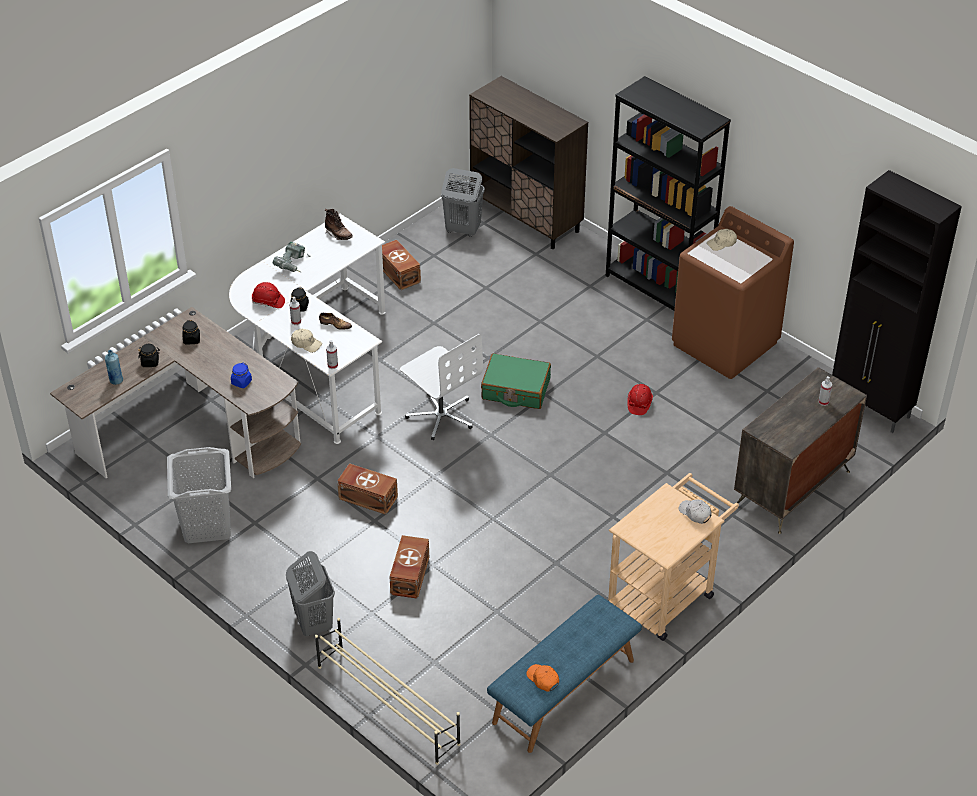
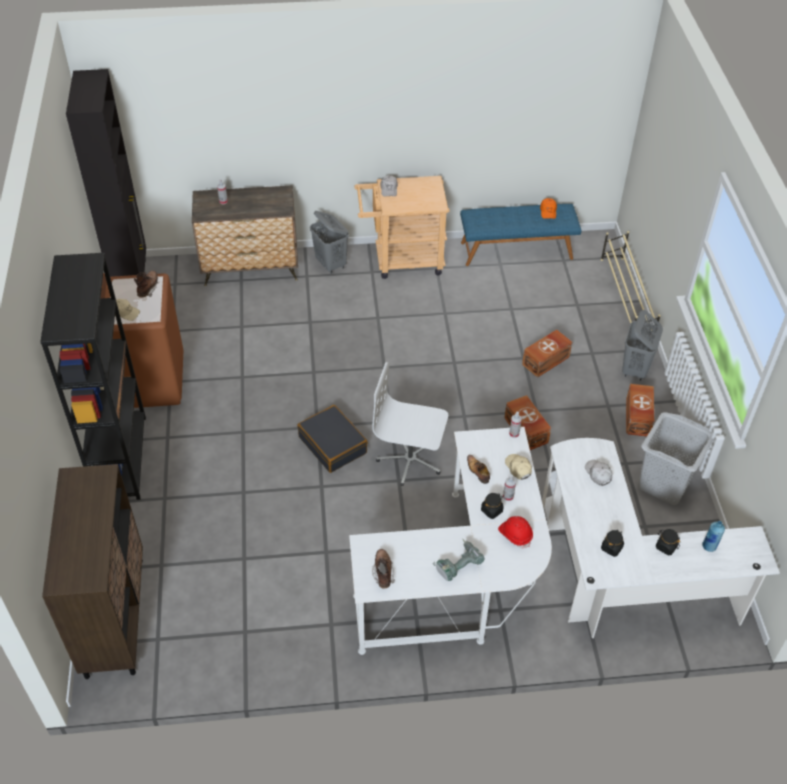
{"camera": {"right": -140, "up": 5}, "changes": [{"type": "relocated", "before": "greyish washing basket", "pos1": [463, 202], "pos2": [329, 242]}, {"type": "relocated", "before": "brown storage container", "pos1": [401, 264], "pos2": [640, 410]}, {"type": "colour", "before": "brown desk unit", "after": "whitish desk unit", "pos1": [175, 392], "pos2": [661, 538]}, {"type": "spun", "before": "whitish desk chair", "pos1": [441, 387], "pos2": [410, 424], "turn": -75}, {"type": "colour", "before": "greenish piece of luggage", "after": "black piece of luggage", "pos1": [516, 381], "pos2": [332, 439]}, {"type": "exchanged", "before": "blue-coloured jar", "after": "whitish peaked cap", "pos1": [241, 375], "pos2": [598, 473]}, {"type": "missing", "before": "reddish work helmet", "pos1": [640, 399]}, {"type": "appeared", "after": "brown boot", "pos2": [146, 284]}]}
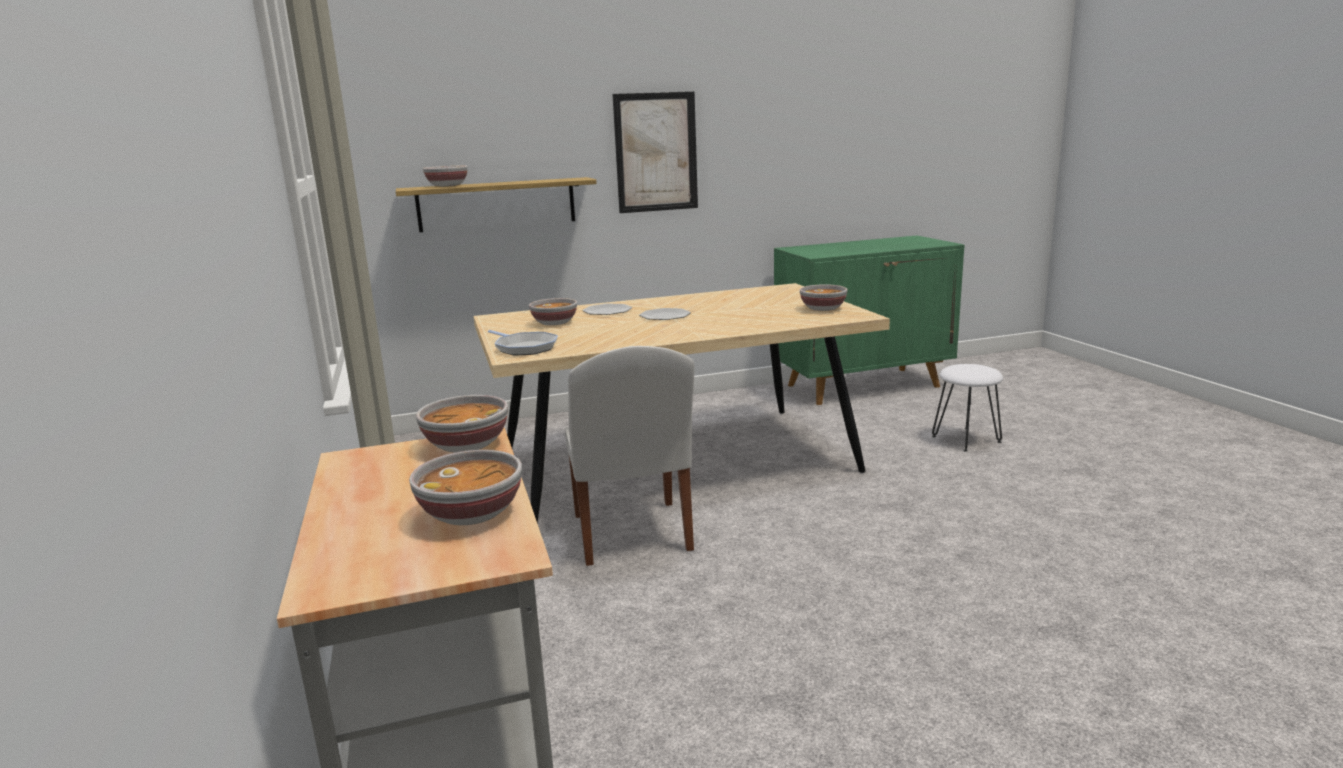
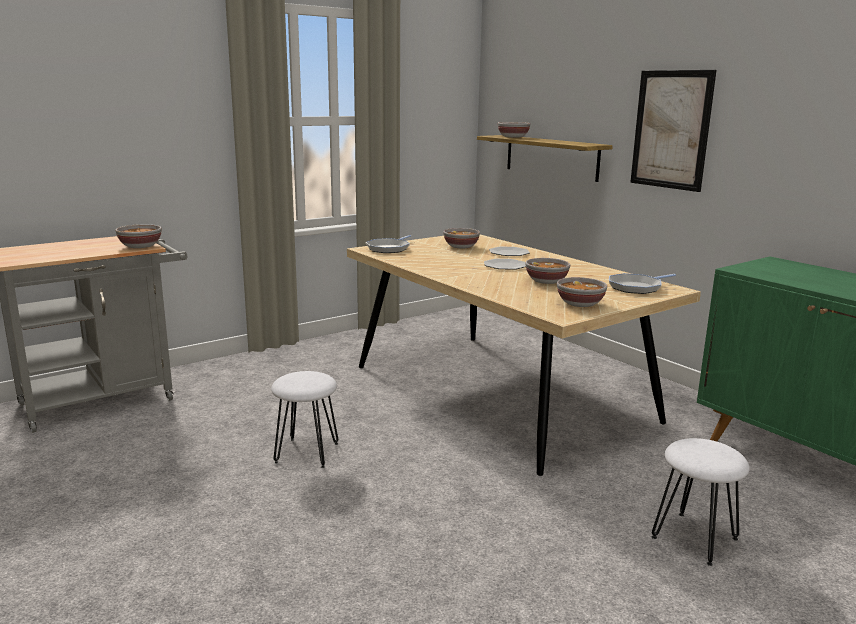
{"camera": {"right": 70, "up": 0}, "changes": [{"type": "missing", "before": "whitish upright chair", "pos1": [630, 456]}, {"type": "relocated", "before": "bowl", "pos1": [465, 487], "pos2": [547, 271]}, {"type": "appeared", "after": "skillet", "pos2": [642, 283]}, {"type": "appeared", "after": "whitish stool seat", "pos2": [304, 419]}]}
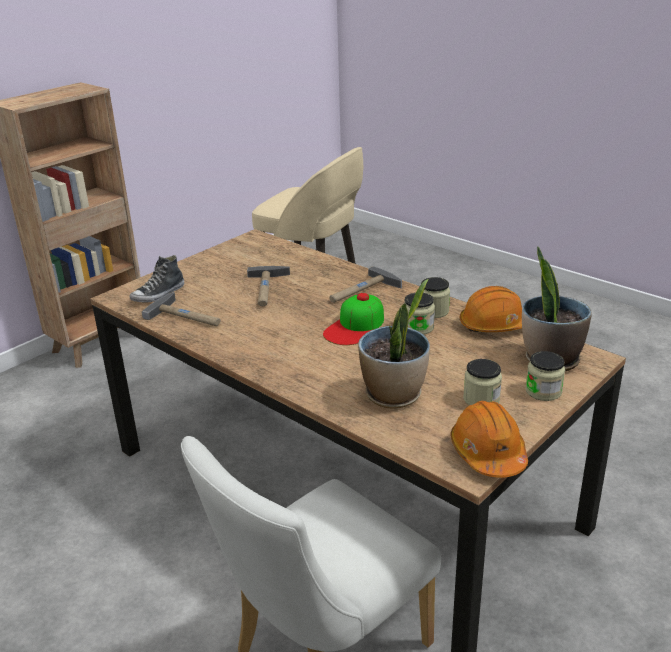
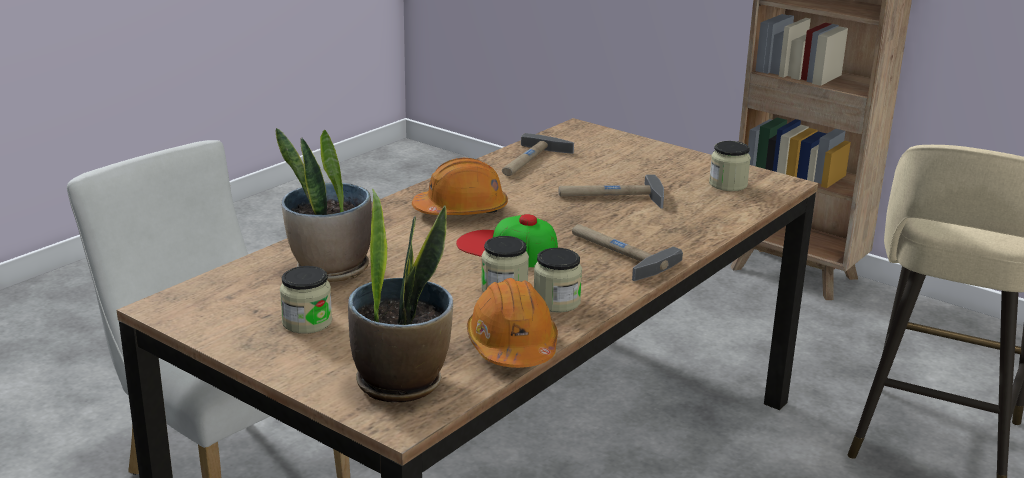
{"camera": {"right": 85, "up": -5}, "changes": [{"type": "missing", "before": "shoe", "pos1": [156, 278]}, {"type": "relocated", "before": "jar", "pos1": [545, 376], "pos2": [730, 166]}, {"type": "relocated", "before": "orangey work helmet", "pos1": [489, 439], "pos2": [460, 186]}]}
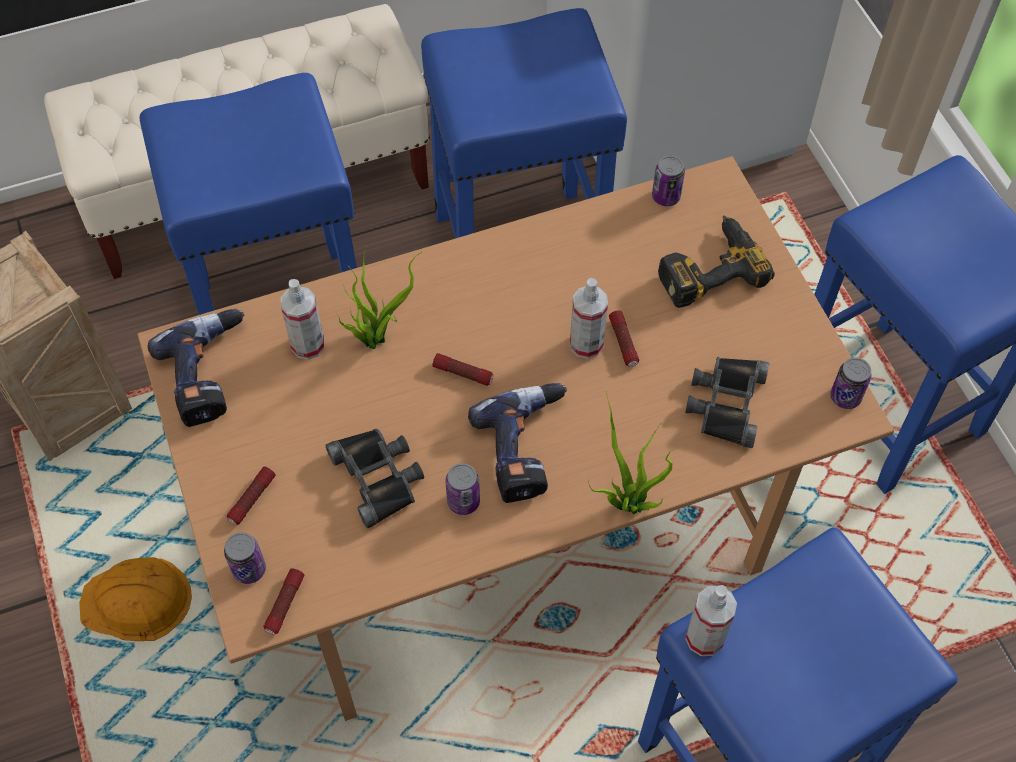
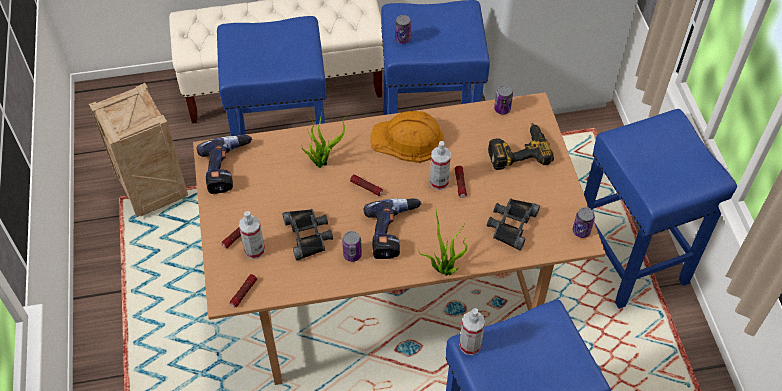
{"camera": {"right": 10, "up": -5}, "changes": [{"type": "relocated", "before": "sprayer", "pos1": [303, 319], "pos2": [252, 235]}, {"type": "relocated", "before": "sealed can", "pos1": [245, 558], "pos2": [403, 29]}, {"type": "relocated", "before": "orangey work helmet", "pos1": [135, 599], "pos2": [407, 137]}]}
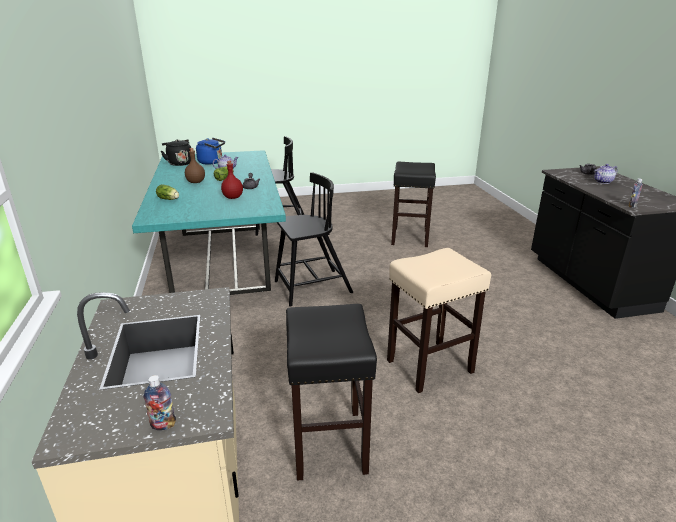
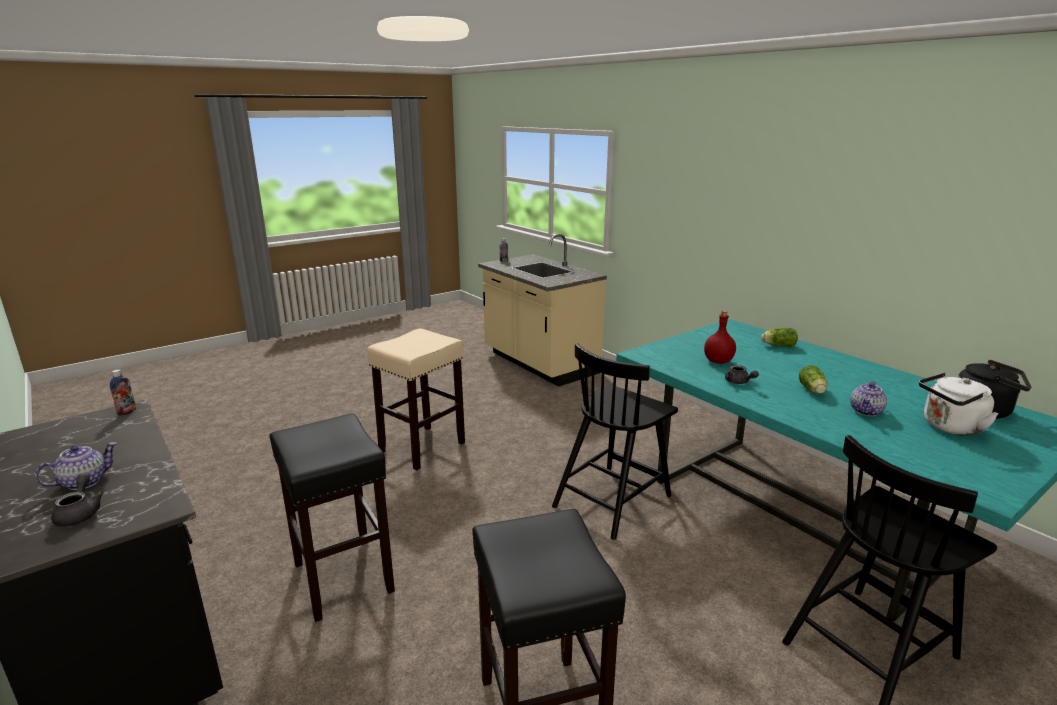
{"camera": {"right": 155, "up": -5}, "changes": [{"type": "colour", "before": "blue-coloured water kettle", "after": "whitish water kettle", "pos1": [210, 151], "pos2": [959, 404]}, {"type": "missing", "before": "brown bottle", "pos1": [195, 165]}, {"type": "relocated", "before": "black stool seat", "pos1": [331, 392], "pos2": [332, 518]}]}
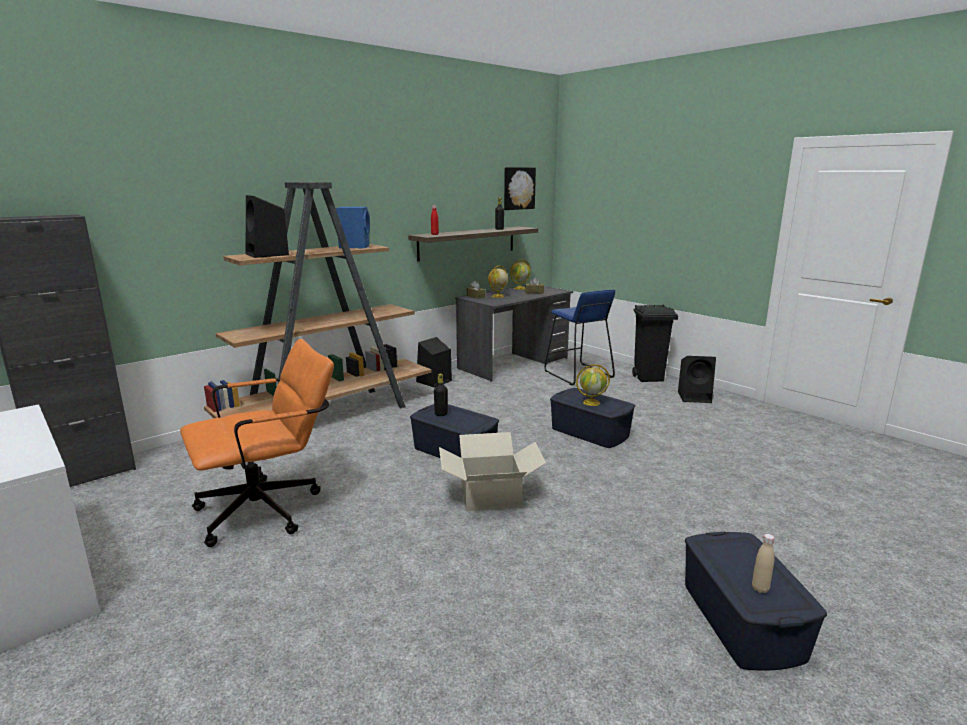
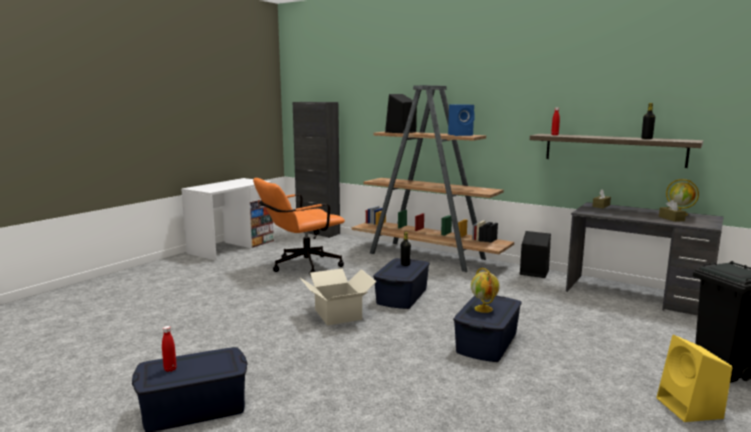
{"camera": {"right": 75, "up": -5}, "changes": [{"type": "missing", "before": "wall picture", "pos1": [520, 188]}, {"type": "missing", "before": "world globe", "pos1": [498, 282]}, {"type": "missing", "before": "blue-coloured stool seat", "pos1": [579, 337]}, {"type": "spun", "before": "orangey desk chair", "pos1": [257, 443], "pos2": [299, 227], "turn": 105}, {"type": "colour", "before": "black speaker", "after": "yellow speaker", "pos1": [697, 379], "pos2": [694, 378]}, {"type": "colour", "before": "beige-coloured bottle", "after": "reddish bottle", "pos1": [763, 563], "pos2": [169, 349]}]}
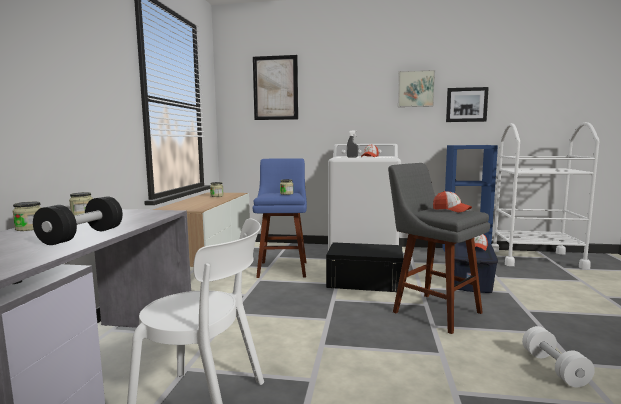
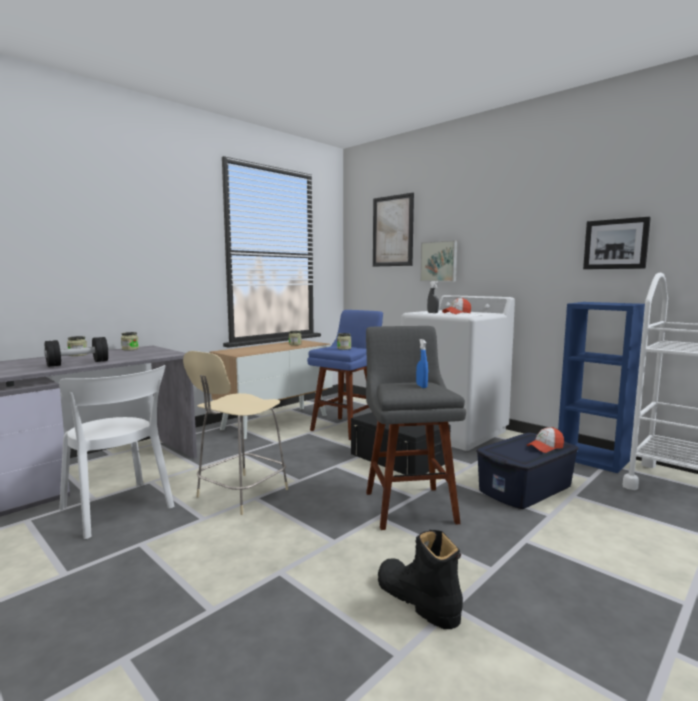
{"camera": {"right": 35, "up": 0}, "changes": [{"type": "relocated", "before": "wall picture", "pos1": [416, 88], "pos2": [438, 261]}, {"type": "exchanged", "before": "peaked cap", "after": "blue-coloured sprayer", "pos1": [452, 202], "pos2": [422, 363]}, {"type": "exchanged", "before": "whitish dumbbell", "after": "black boot", "pos1": [558, 356], "pos2": [420, 579]}, {"type": "appeared", "after": "beige-coloured stool seat", "pos2": [235, 433]}]}
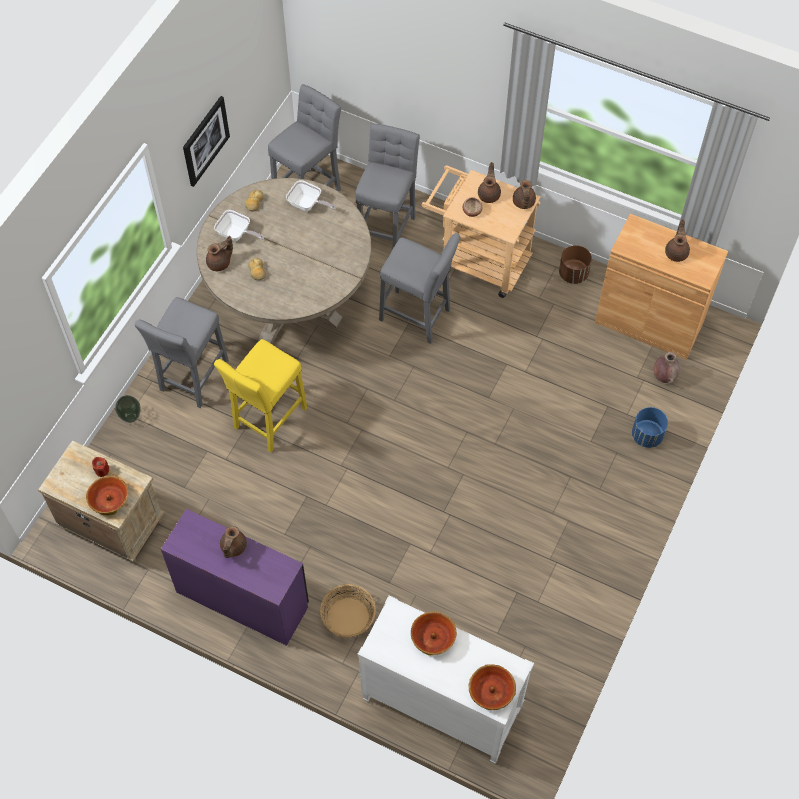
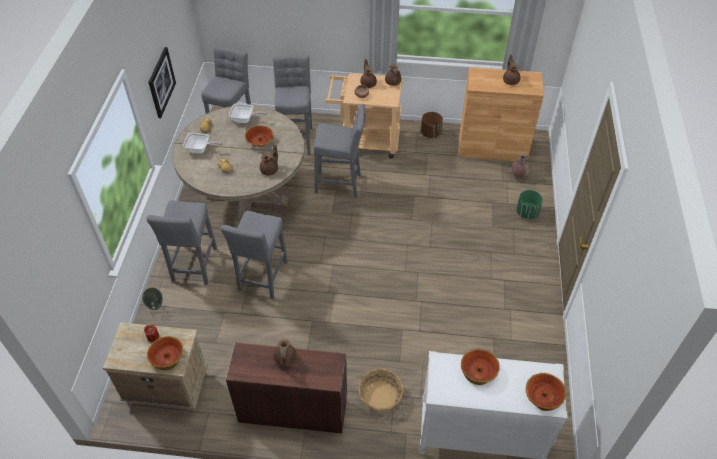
{"camera": {"right": -20, "up": -10}, "changes": [{"type": "relocated", "before": "brown teapot", "pos1": [219, 253], "pos2": [269, 160]}, {"type": "colour", "before": "yellow stool seat", "after": "greyish stool seat", "pos1": [260, 395], "pos2": [254, 254]}, {"type": "colour", "before": "blue-coloured plant pot", "after": "greenish plant pot", "pos1": [650, 427], "pos2": [529, 204]}, {"type": "colour", "before": "purplish desk unit", "after": "brown desk unit", "pos1": [235, 577], "pos2": [286, 388]}, {"type": "appeared", "after": "bowl", "pos2": [259, 136]}]}
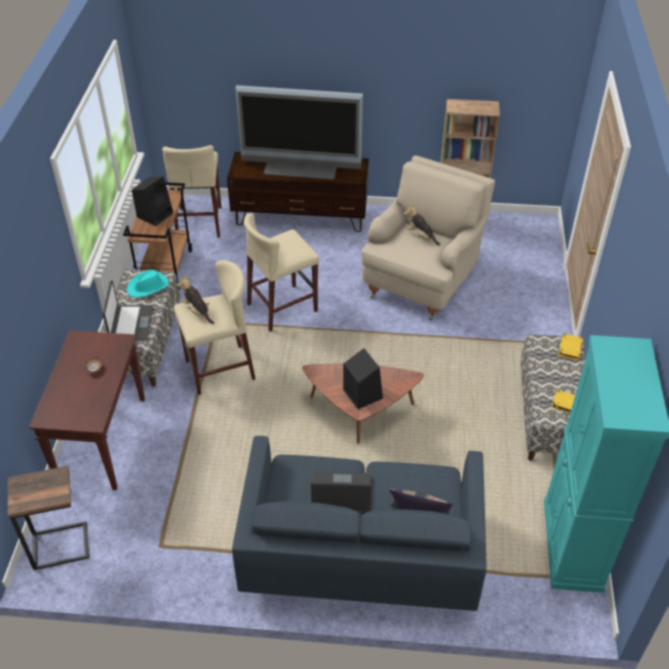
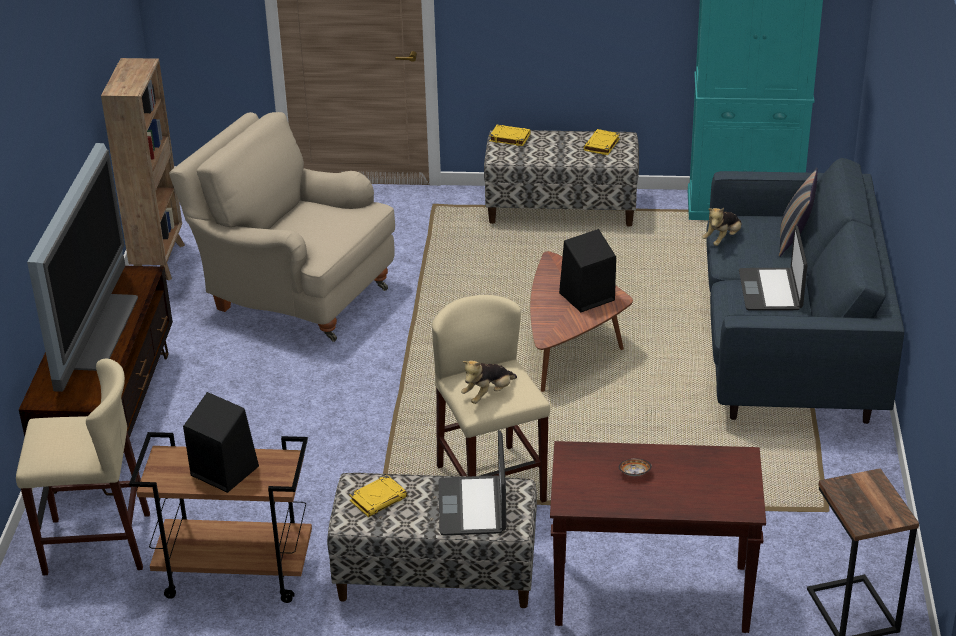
{"camera": {"right": -90, "up": -10}, "changes": [{"type": "relocated", "before": "soft toy", "pos1": [422, 225], "pos2": [722, 227]}, {"type": "missing", "before": "beige-coloured stool seat", "pos1": [282, 272]}, {"type": "exchanged", "before": "turquoise clothing hat", "after": "yellow volume", "pos1": [147, 284], "pos2": [378, 496]}, {"type": "spun", "before": "laptop", "pos1": [128, 310], "pos2": [473, 483], "turn": -90}]}
